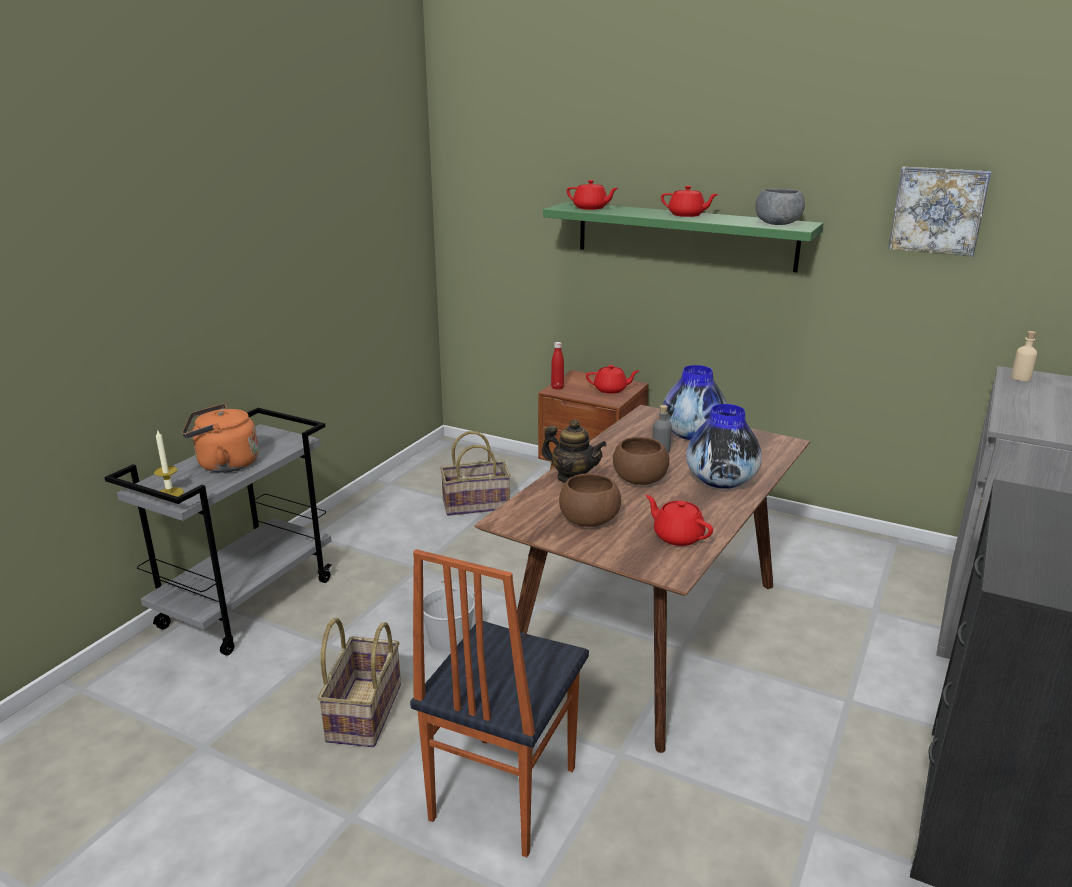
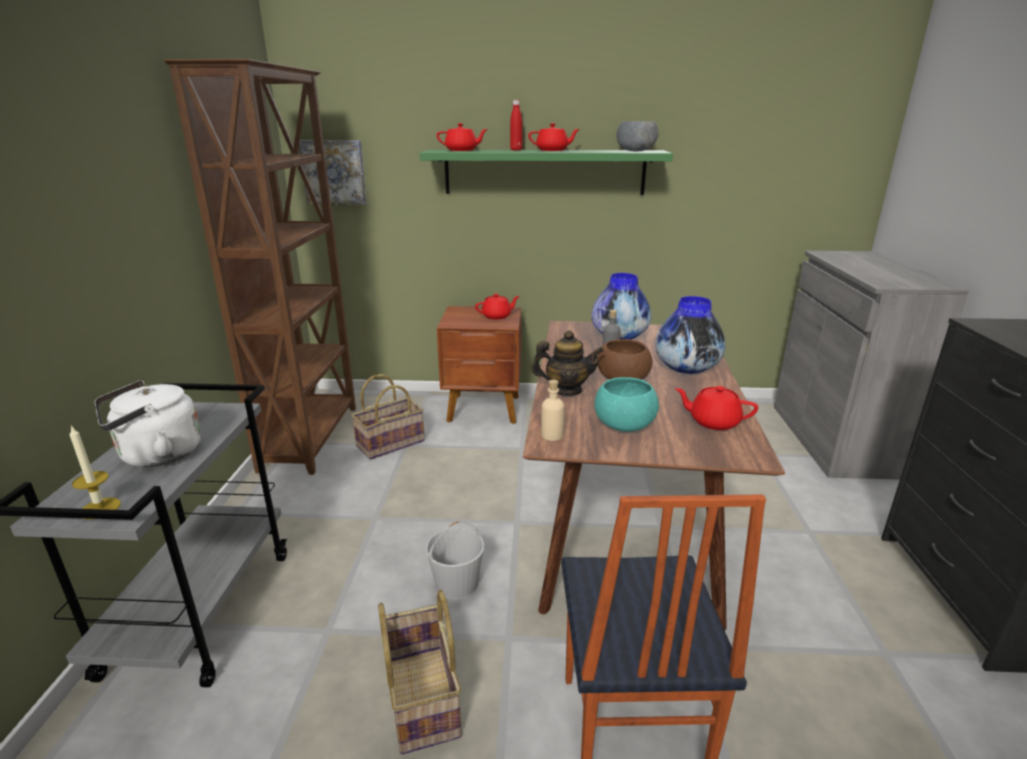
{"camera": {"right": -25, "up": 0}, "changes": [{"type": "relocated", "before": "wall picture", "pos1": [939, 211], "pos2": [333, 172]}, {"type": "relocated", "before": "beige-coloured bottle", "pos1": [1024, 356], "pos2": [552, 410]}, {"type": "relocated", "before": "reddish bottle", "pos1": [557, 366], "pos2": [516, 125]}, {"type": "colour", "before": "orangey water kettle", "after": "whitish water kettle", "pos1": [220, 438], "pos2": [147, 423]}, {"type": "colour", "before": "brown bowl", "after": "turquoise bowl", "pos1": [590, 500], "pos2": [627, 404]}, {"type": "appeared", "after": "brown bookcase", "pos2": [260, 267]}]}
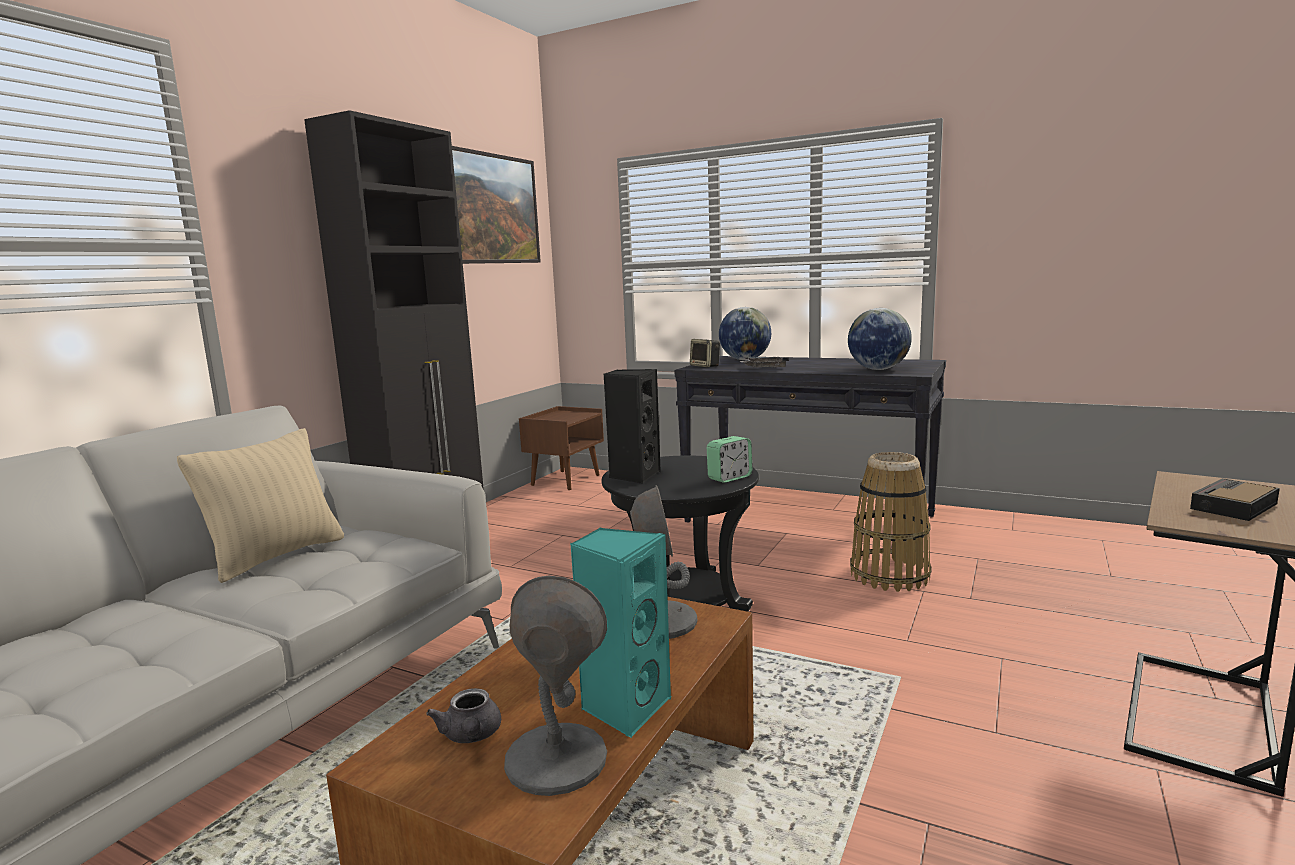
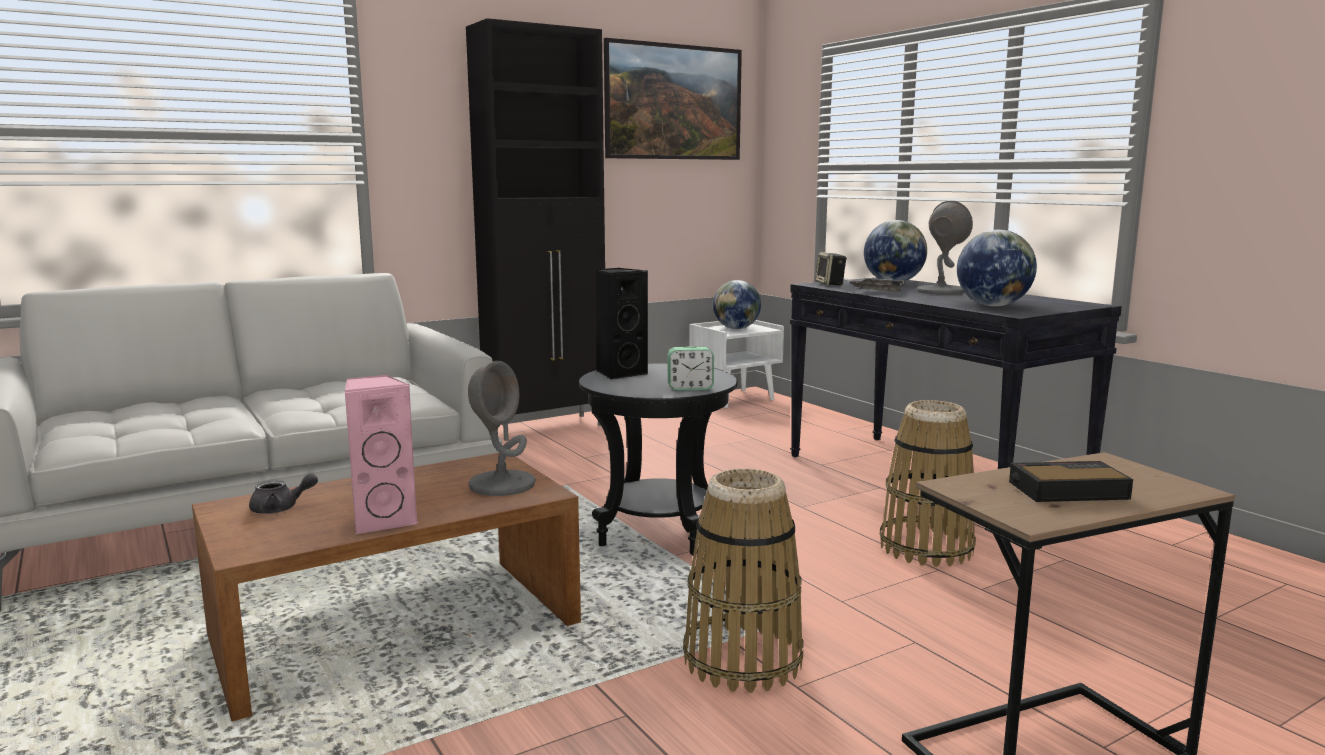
{"camera": {"right": 30, "up": 0}, "changes": [{"type": "colour", "before": "brown nightstand", "after": "whitish nightstand", "pos1": [561, 448], "pos2": [736, 364]}, {"type": "missing", "before": "beige-coloured cushion", "pos1": [260, 505]}, {"type": "colour", "before": "turquoise speaker", "after": "pinkish speaker", "pos1": [620, 632], "pos2": [381, 455]}, {"type": "relocated", "before": "greyish lamp for a table", "pos1": [555, 685], "pos2": [945, 248]}, {"type": "spun", "before": "greyish teapot", "pos1": [463, 715], "pos2": [283, 493], "turn": -120}, {"type": "appeared", "after": "world globe", "pos2": [737, 304]}, {"type": "appeared", "after": "basket", "pos2": [743, 580]}]}
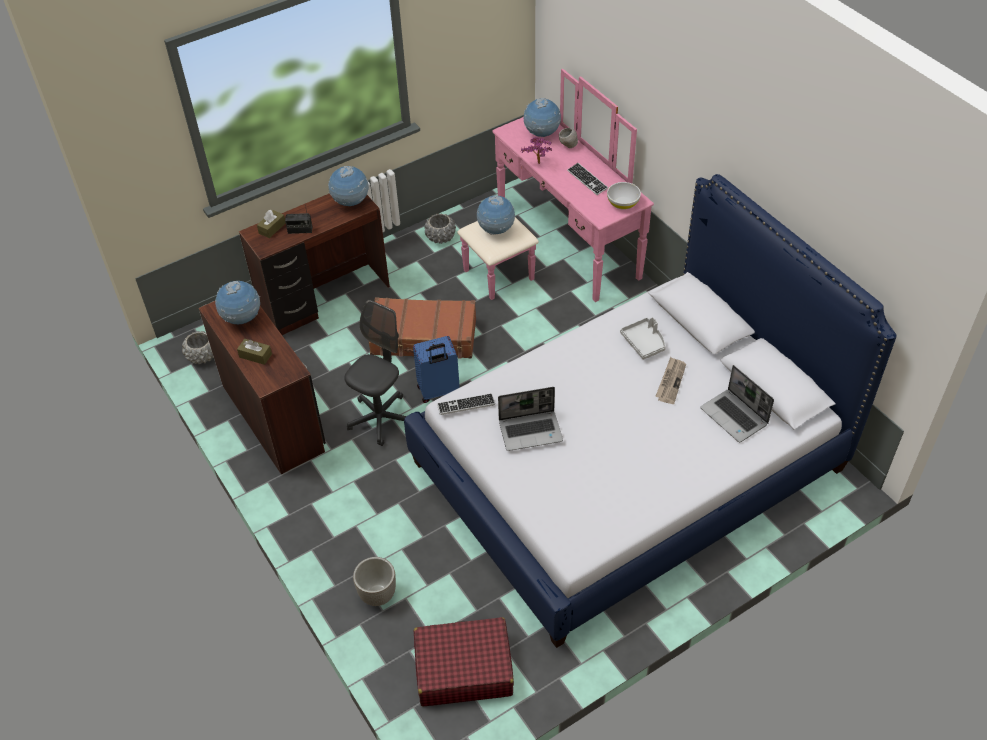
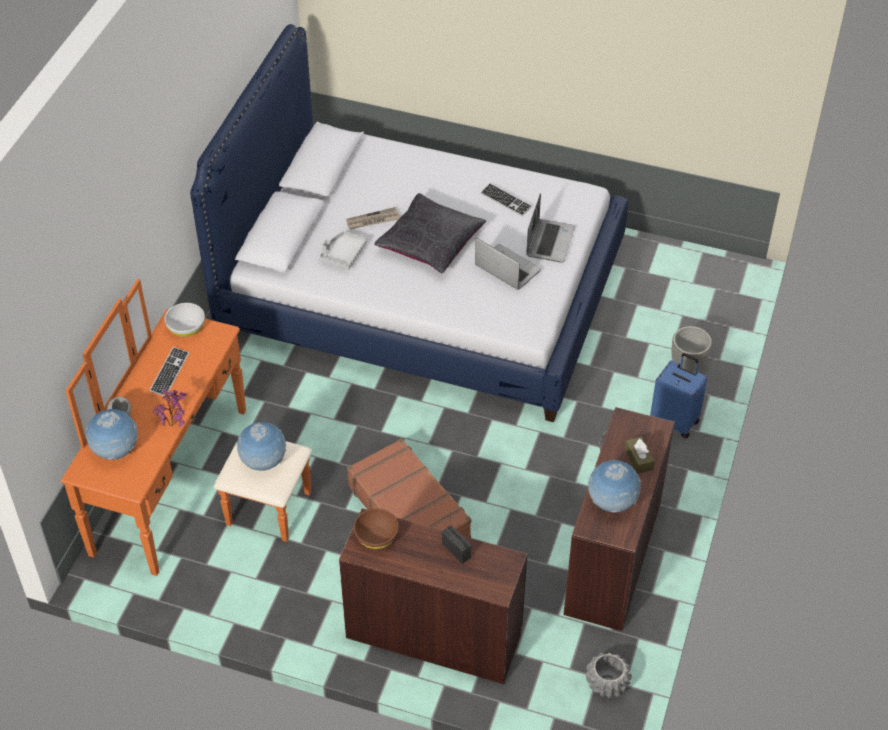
{"camera": {"right": -130, "up": 0}, "changes": [{"type": "colour", "before": "pinkish drawer chest", "after": "orangey drawer chest", "pos1": [555, 185], "pos2": [186, 427]}, {"type": "exchanged", "before": "world globe", "after": "brown bowl", "pos1": [348, 186], "pos2": [376, 528]}, {"type": "missing", "before": "brown tissue box", "pos1": [271, 224]}, {"type": "missing", "before": "greyish plant pot", "pos1": [440, 228]}, {"type": "missing", "before": "greyish desk chair", "pos1": [375, 373]}, {"type": "relocated", "before": "blue-coloured piece of luggage", "pos1": [436, 369], "pos2": [678, 395]}, {"type": "relocated", "before": "laptop", "pos1": [737, 404], "pos2": [550, 228]}, {"type": "relocated", "before": "PC keyboard", "pos1": [466, 404], "pos2": [506, 200]}, {"type": "missing", "before": "reddish piece of luggage", "pos1": [464, 661]}, {"type": "appeared", "after": "black cushion", "pos2": [430, 233]}]}
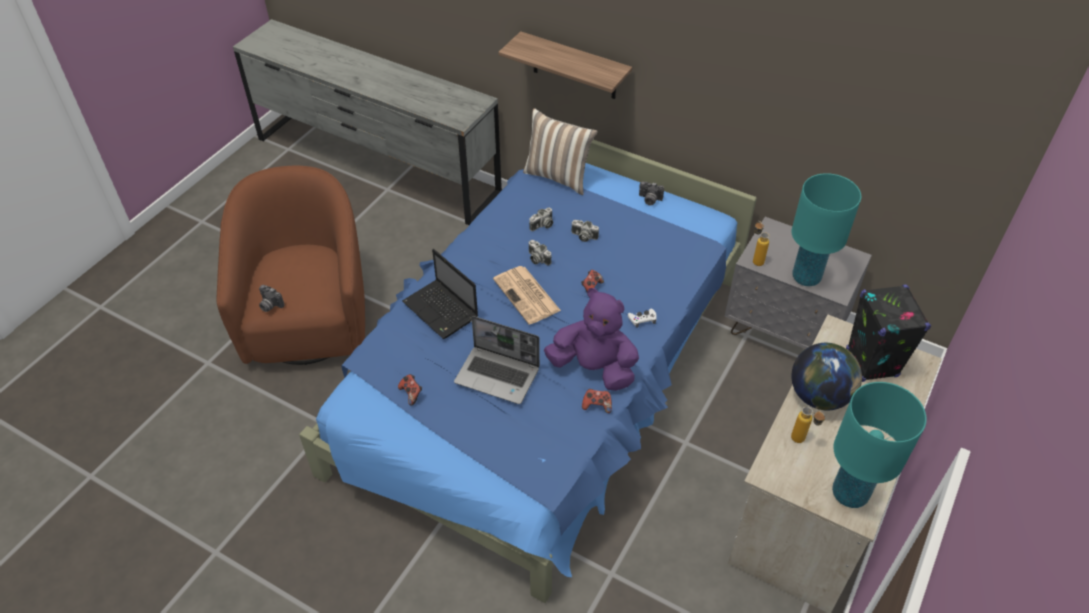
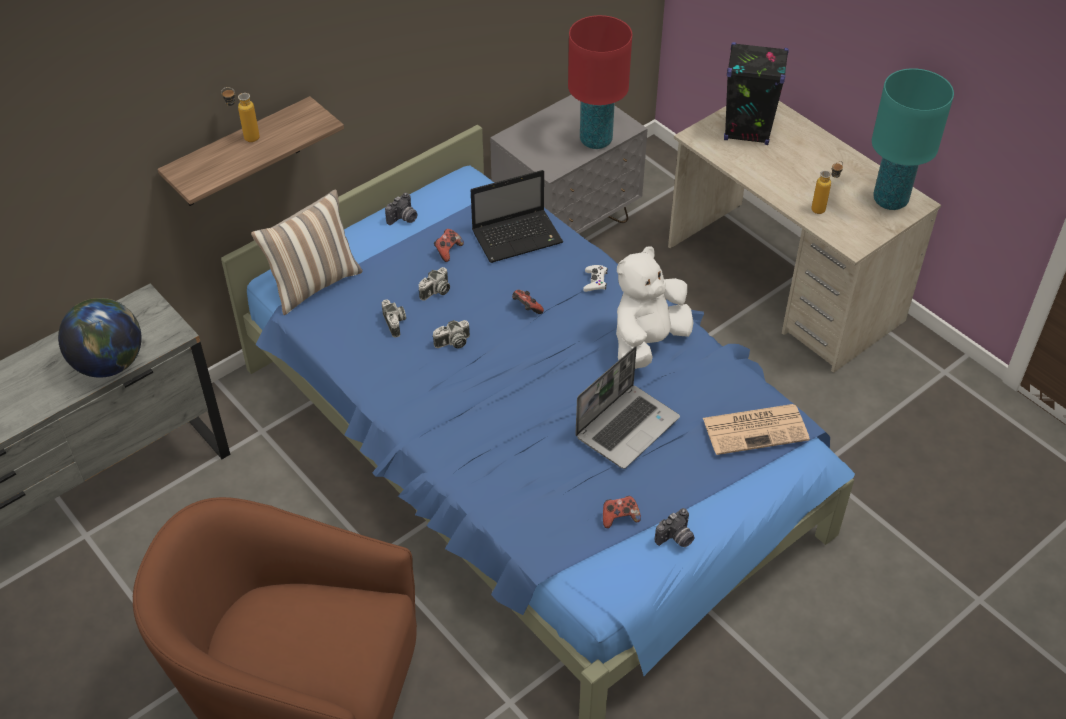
{"camera": {"right": -70, "up": 0}, "changes": [{"type": "colour", "before": "turquoise lamp for a table", "after": "reddish lamp for a table", "pos1": [826, 229], "pos2": [600, 82]}, {"type": "relocated", "before": "bottle", "pos1": [761, 243], "pos2": [240, 114]}, {"type": "relocated", "before": "laptop", "pos1": [440, 294], "pos2": [517, 216]}, {"type": "relocated", "before": "newspaper", "pos1": [527, 295], "pos2": [756, 429]}, {"type": "relocated", "before": "still camera", "pos1": [272, 298], "pos2": [674, 527]}, {"type": "colour", "before": "purplish soft toy", "after": "whitish soft toy", "pos1": [591, 339], "pos2": [654, 307]}, {"type": "relocated", "before": "world globe", "pos1": [826, 377], "pos2": [100, 338]}, {"type": "relocated", "before": "joypad", "pos1": [597, 401], "pos2": [449, 245]}]}
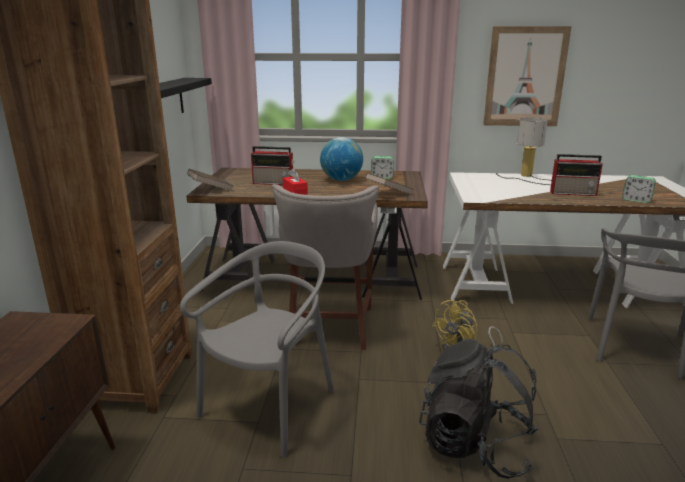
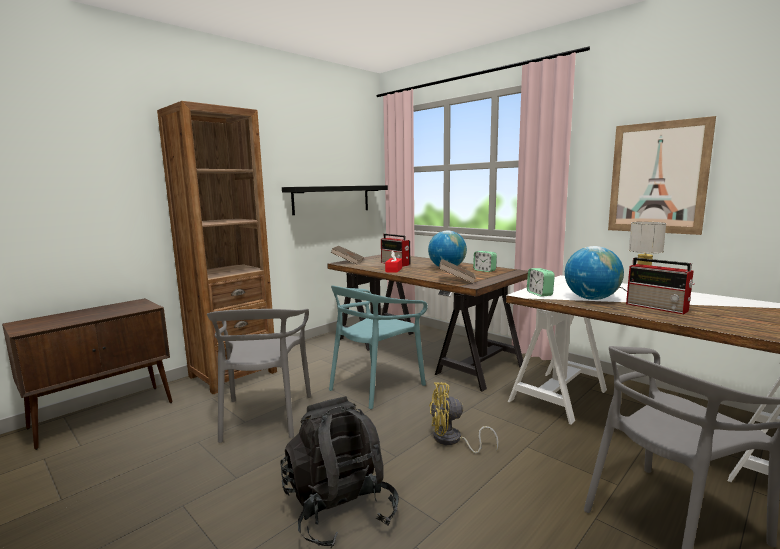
{"camera": {"right": 40, "up": -10}, "changes": [{"type": "relocated", "before": "table clock", "pos1": [639, 189], "pos2": [541, 282]}, {"type": "exchanged", "before": "greyish stool seat", "after": "turquoise upright chair", "pos1": [325, 267], "pos2": [378, 347]}, {"type": "spun", "before": "greyish upright chair", "pos1": [257, 349], "pos2": [259, 376], "turn": 105}, {"type": "appeared", "after": "world globe", "pos2": [594, 273]}]}
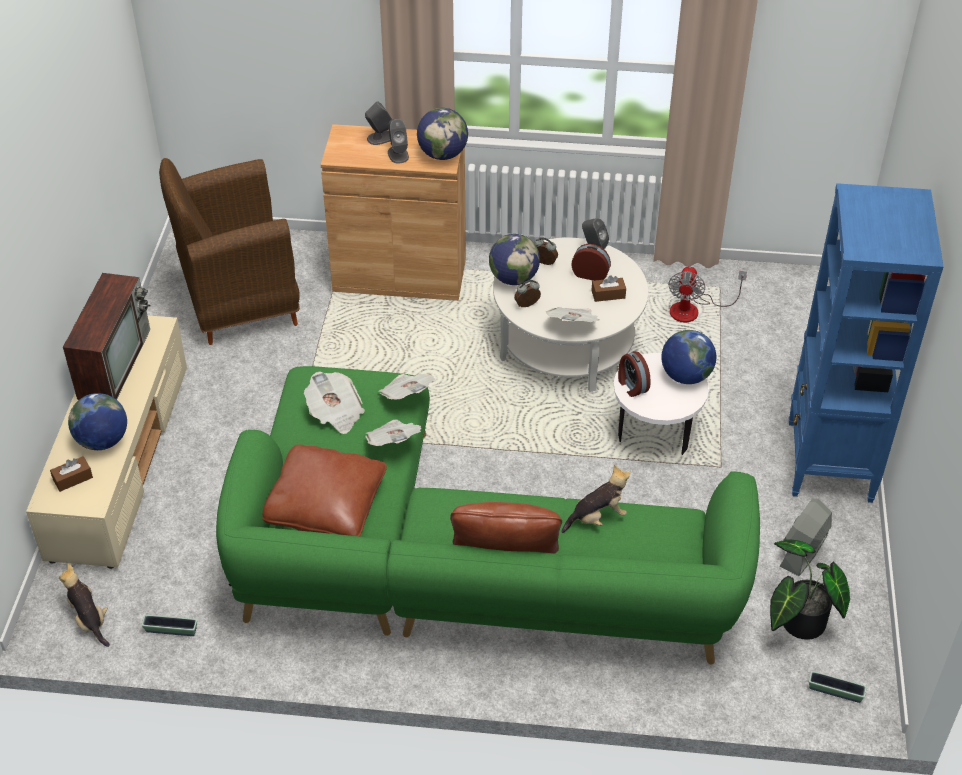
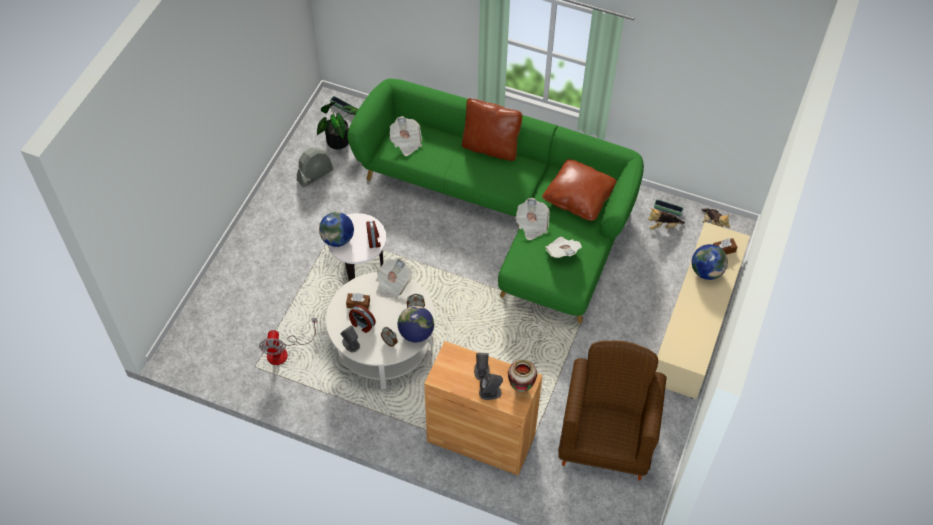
{"camera": {"right": -165, "up": 10}, "changes": [{"type": "missing", "before": "world globe", "pos1": [442, 134]}, {"type": "spun", "before": "brown lounge chair", "pos1": [229, 251], "pos2": [612, 411], "turn": -75}, {"type": "missing", "before": "blue-coloured bookcase", "pos1": [866, 343]}, {"type": "spun", "before": "electric fan", "pos1": [707, 294], "pos2": [288, 341], "turn": 150}, {"type": "missing", "before": "TV", "pos1": [107, 336]}, {"type": "relocated", "before": "newspaper", "pos1": [406, 386], "pos2": [406, 136]}, {"type": "relocated", "before": "soft toy", "pos1": [596, 499], "pos2": [666, 219]}, {"type": "appeared", "after": "vase", "pos2": [522, 376]}]}
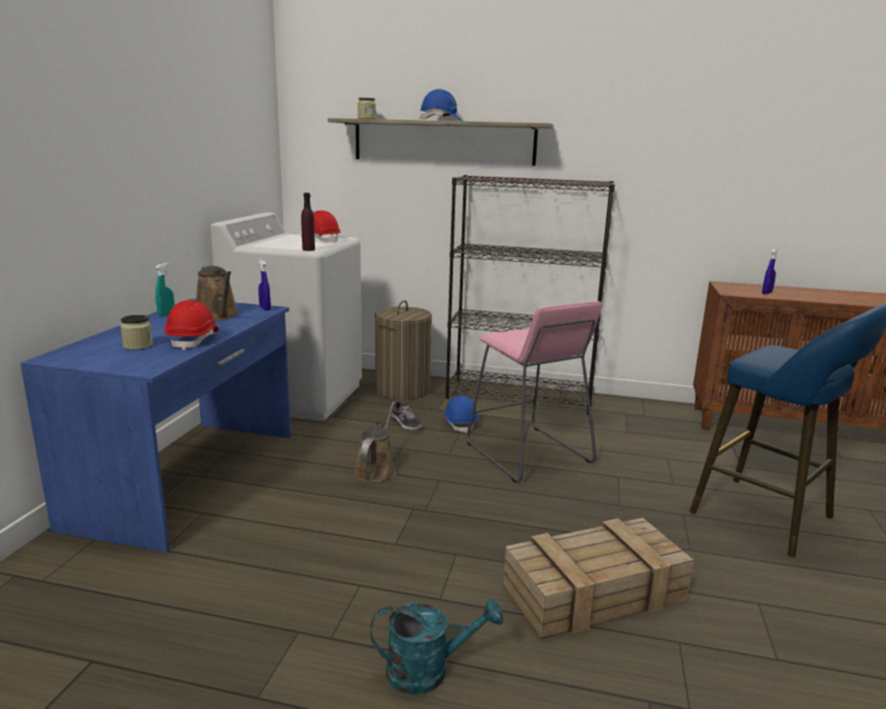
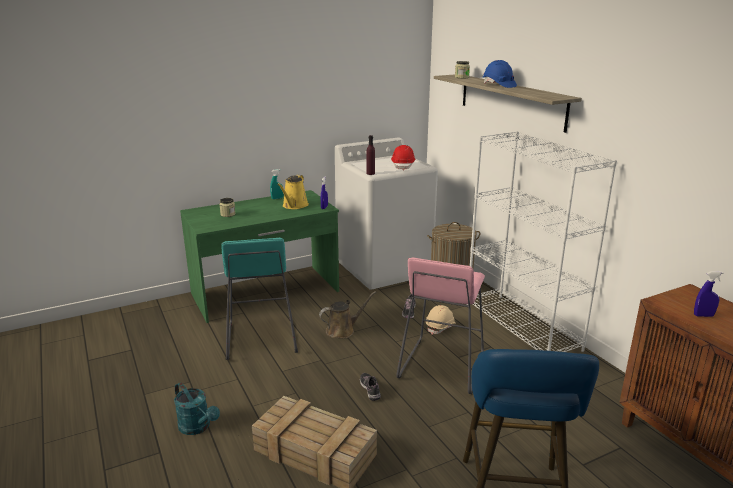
{"camera": {"right": 50, "up": 5}, "changes": [{"type": "colour", "before": "black bookcase", "after": "whitish bookcase", "pos1": [530, 295], "pos2": [542, 241]}, {"type": "colour", "before": "brown watering can", "after": "yellow watering can", "pos1": [217, 293], "pos2": [293, 192]}, {"type": "colour", "before": "blue-coloured desk unit", "after": "greenish desk unit", "pos1": [155, 425], "pos2": [259, 256]}, {"type": "missing", "before": "reddish work helmet", "pos1": [191, 325]}, {"type": "colour", "before": "blue-coloured work helmet", "after": "beige-coloured work helmet", "pos1": [461, 414], "pos2": [441, 319]}, {"type": "appeared", "after": "turquoise stool seat", "pos2": [259, 299]}, {"type": "appeared", "after": "shoe", "pos2": [370, 387]}]}
